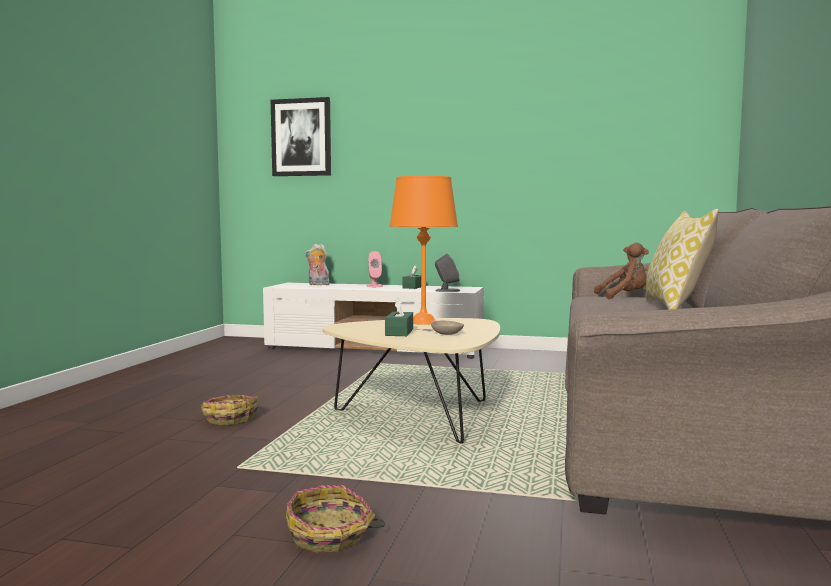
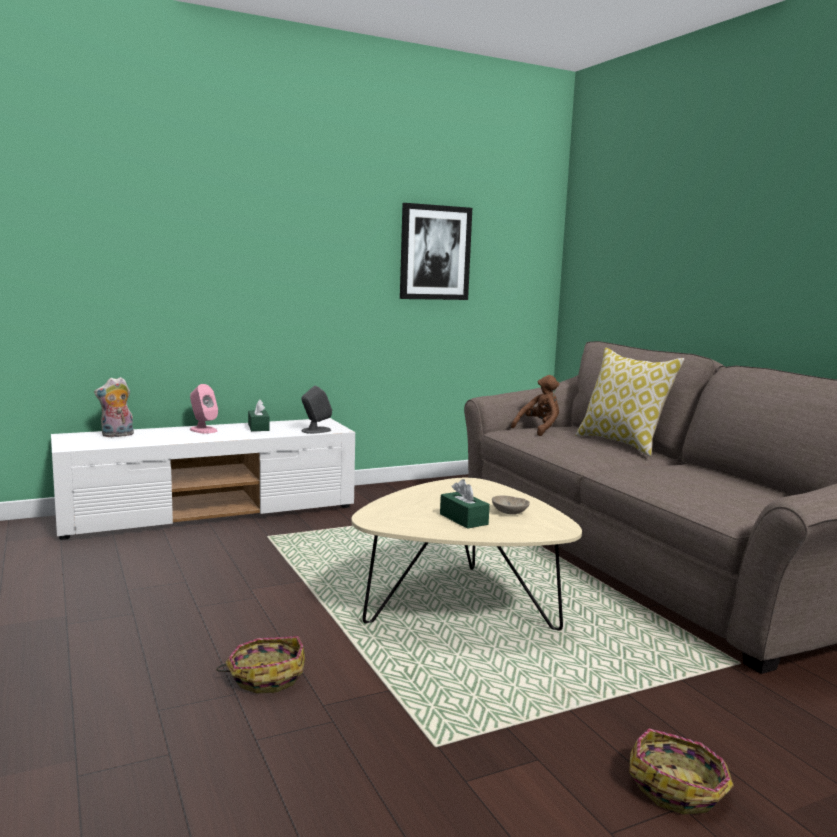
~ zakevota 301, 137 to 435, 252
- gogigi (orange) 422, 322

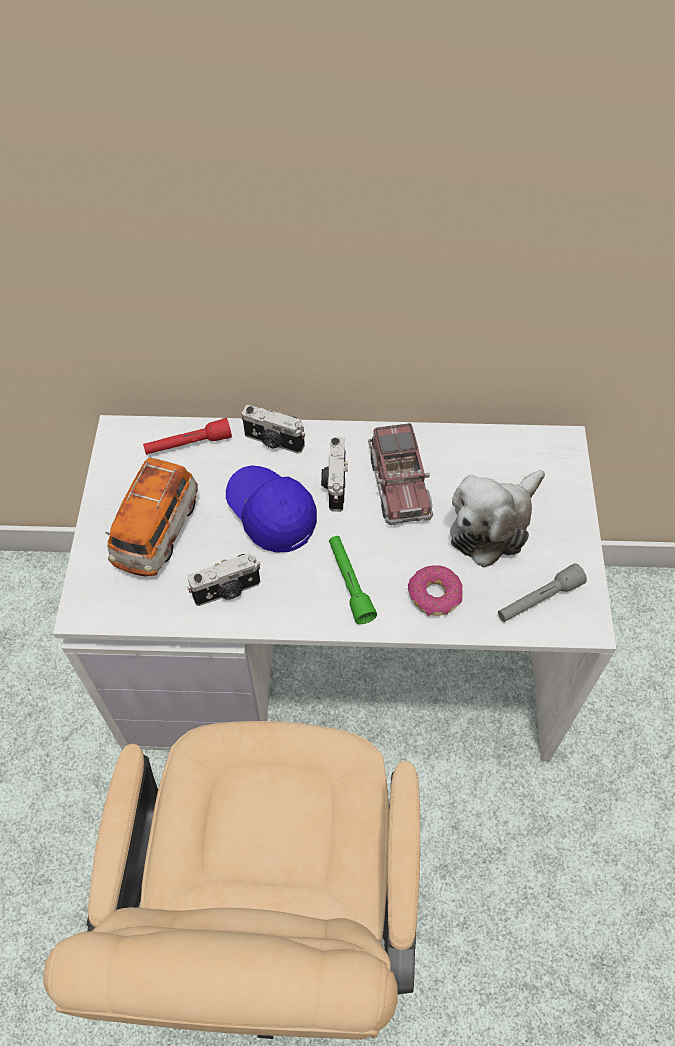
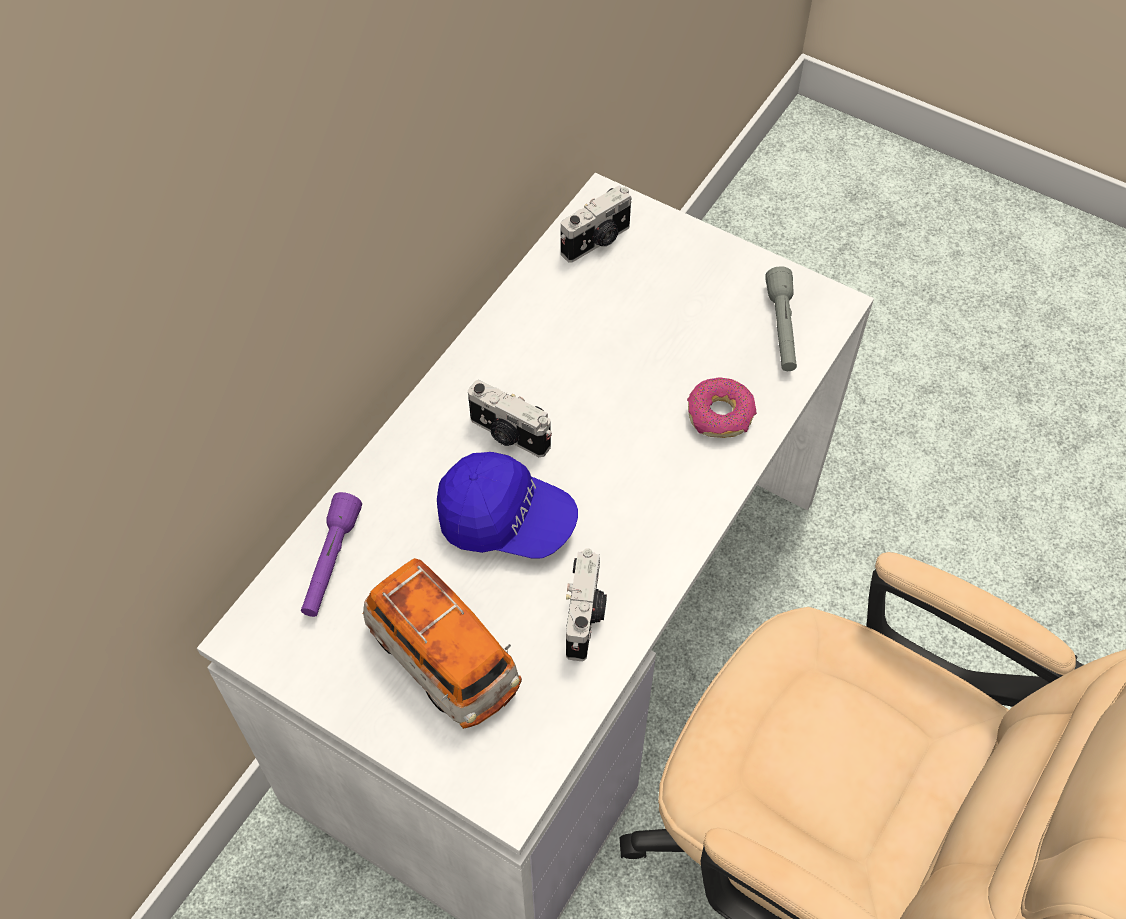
~ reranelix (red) 188, 444 to reranelix (purple) 331, 562
~ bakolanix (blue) 271, 515 = 506, 520 150 degrees counterclockwise
~ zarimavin 273, 442 to 597, 241
- reranelix (green) 349, 583
- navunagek 399, 484
- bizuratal 493, 524

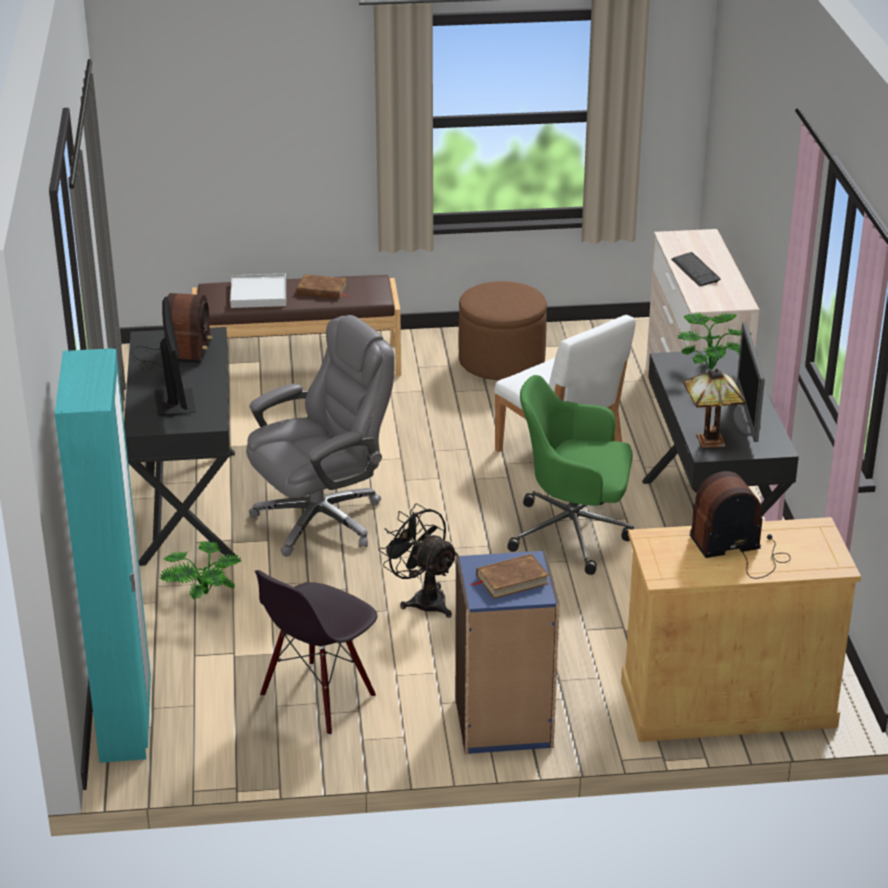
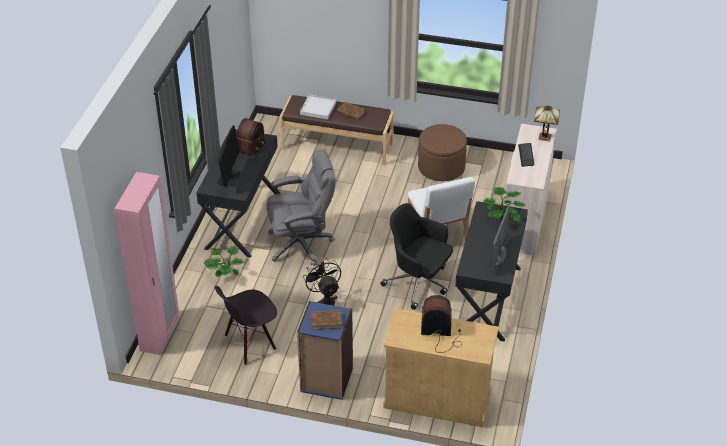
~ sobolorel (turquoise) 126, 723 to sobolorel (pink) 160, 334
~ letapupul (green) 573, 534 to letapupul (black) 418, 283
~ gogigi 709, 441 to 543, 137

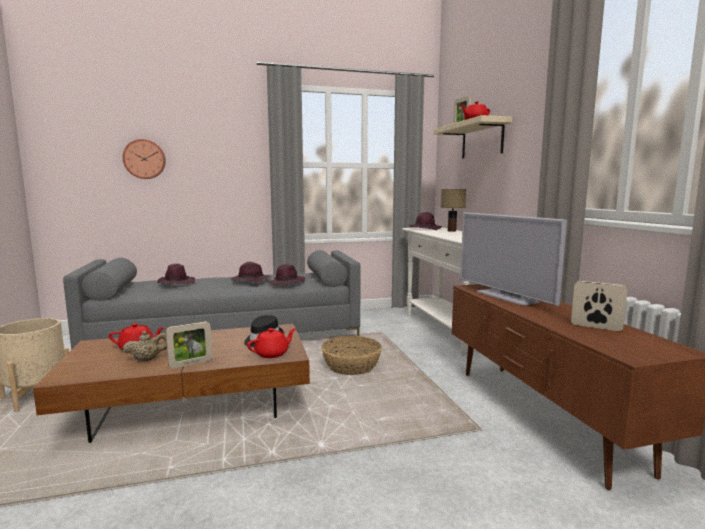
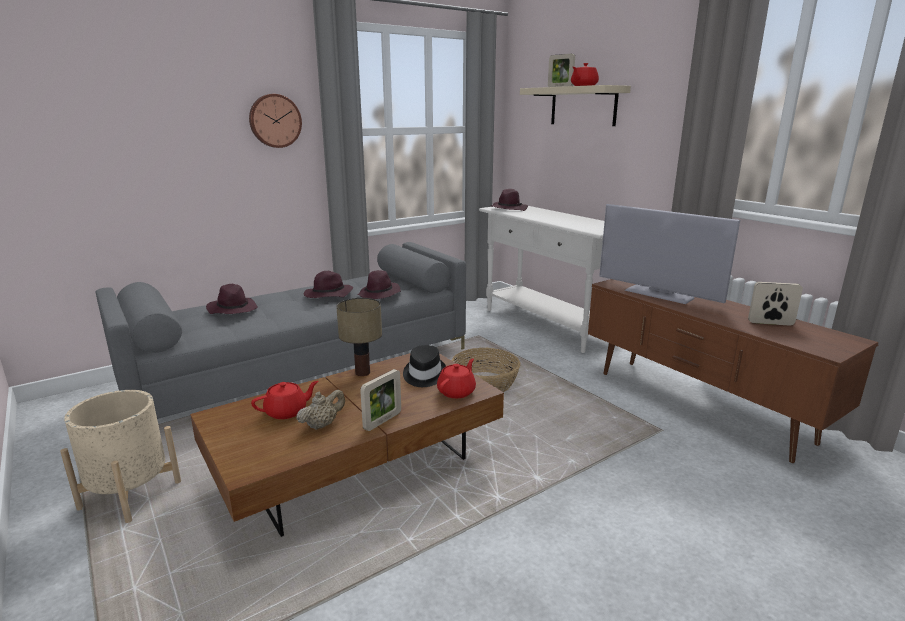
~ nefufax 144, 159 to 275, 121
~ gogigi 452, 231 to 363, 372

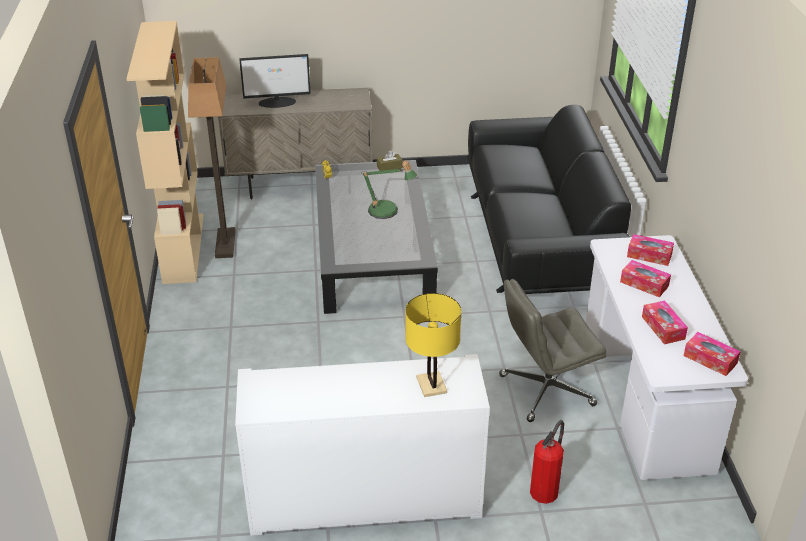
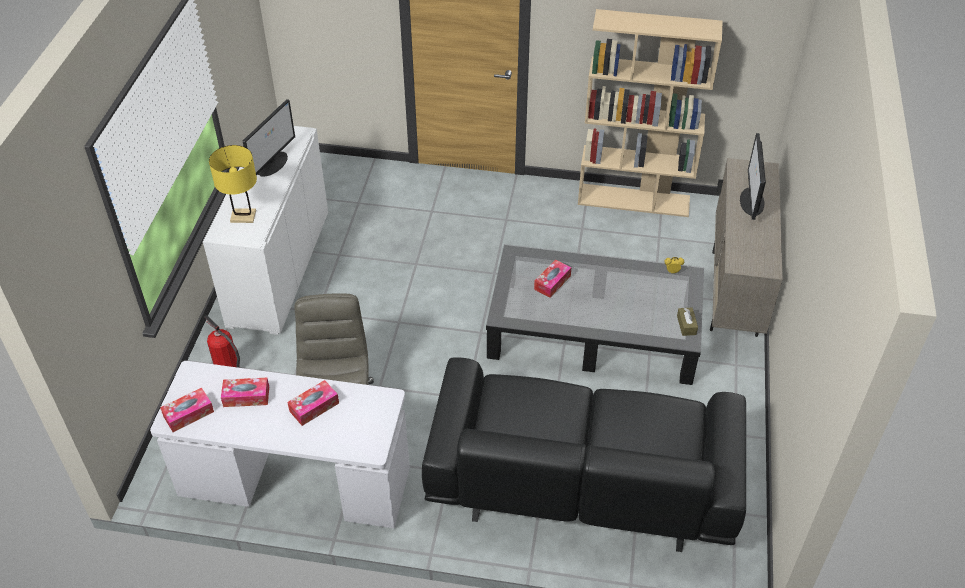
- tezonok 225, 244
- gogigi 387, 212
~ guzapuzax 649, 255 to 552, 282
+ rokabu 272, 163

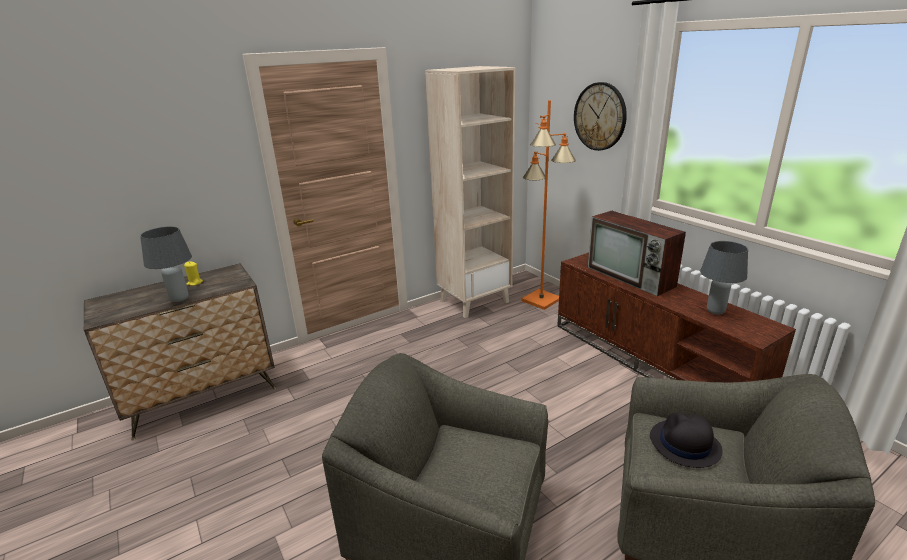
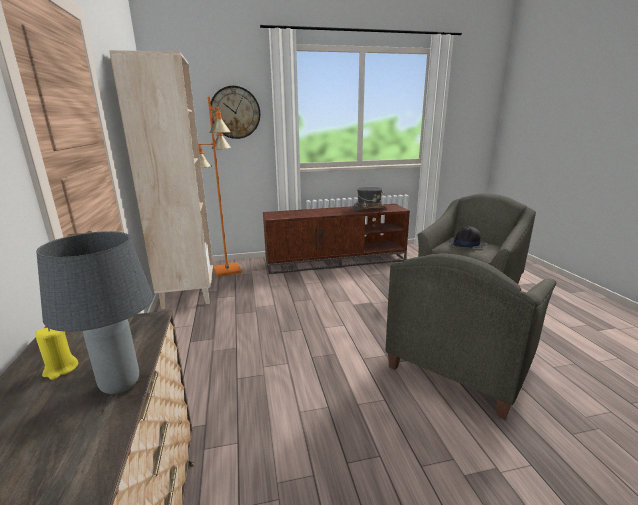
- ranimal 631, 277
~ gogigi (grey) 715, 311 to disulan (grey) 369, 208

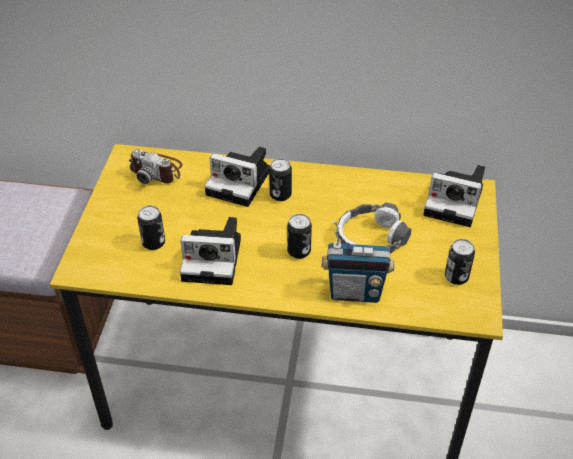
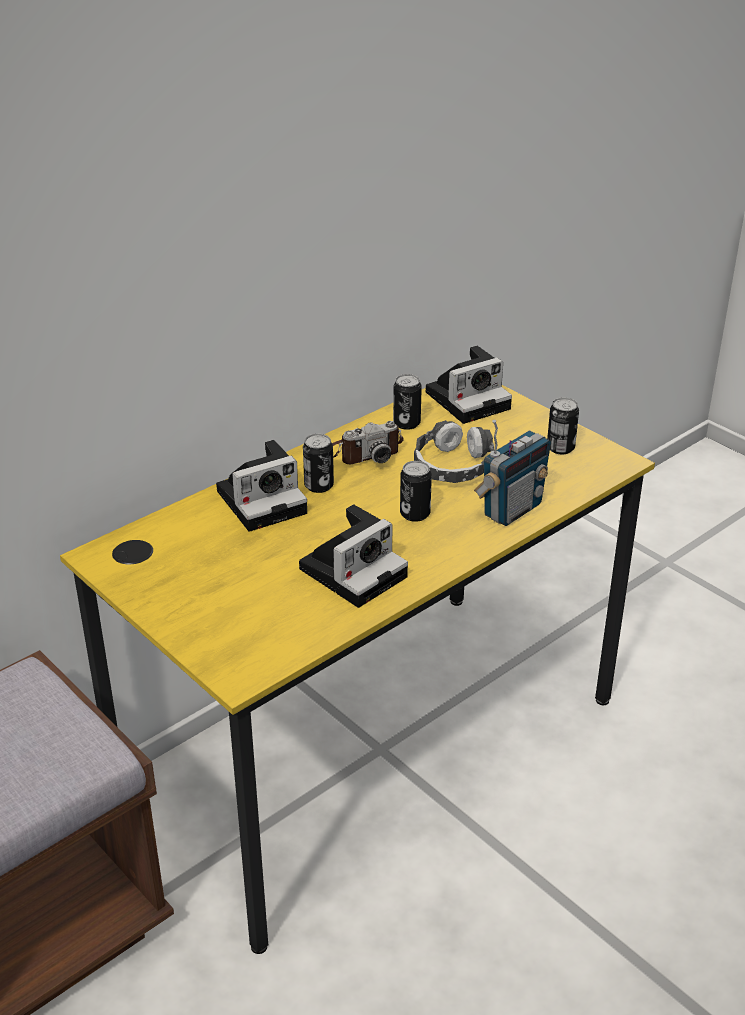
~ zarimavin 157, 170 to 363, 452
~ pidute 153, 243 to 406, 423

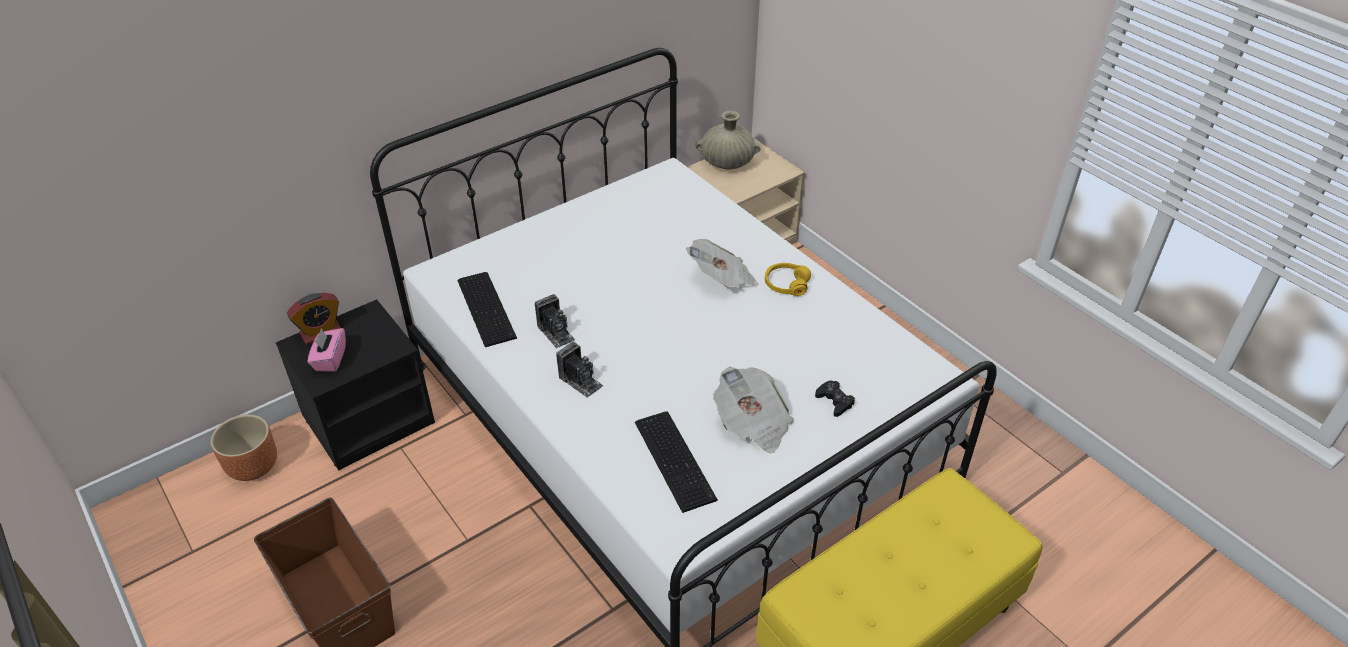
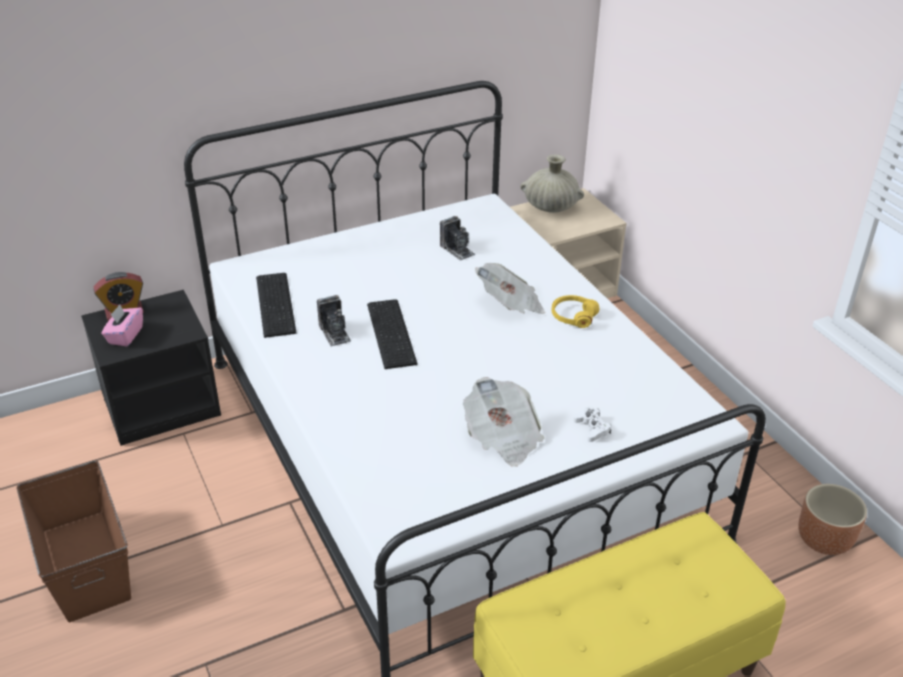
~ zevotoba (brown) 253, 466 to 823, 539
~ zarimavin 580, 381 to 457, 250
~ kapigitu 676, 458 to 393, 332
~ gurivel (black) 834, 401 to gurivel (white) 592, 428

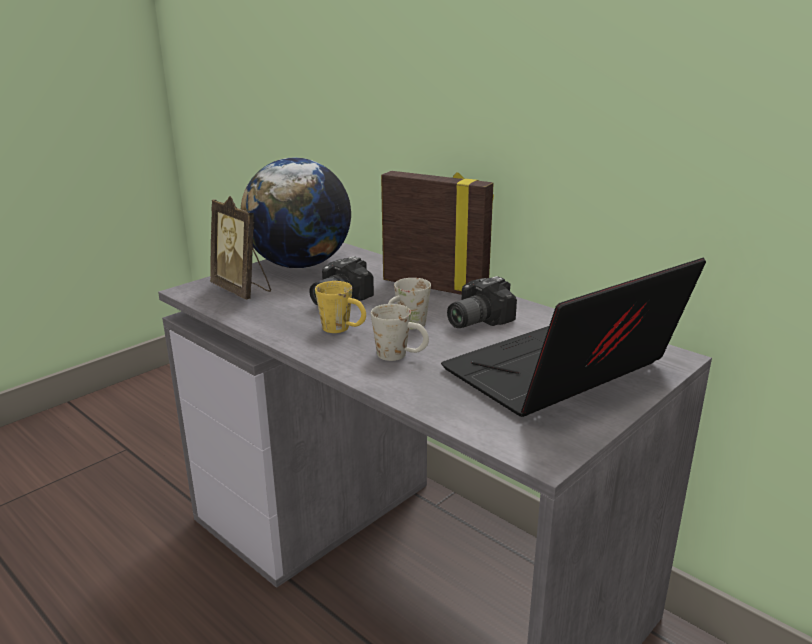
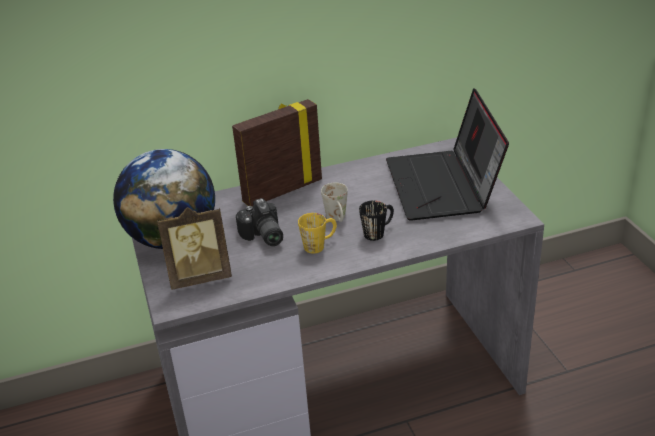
~ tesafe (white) 400, 356 to tesafe (black) 378, 232
- zarimavin 474, 320

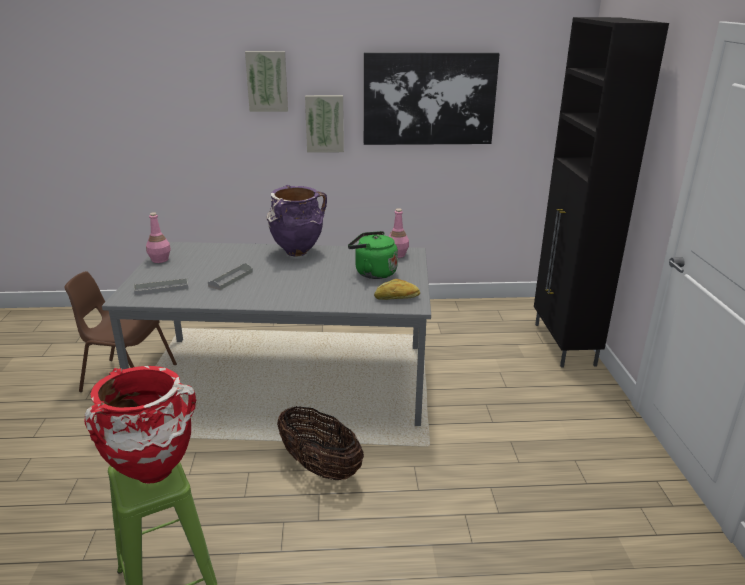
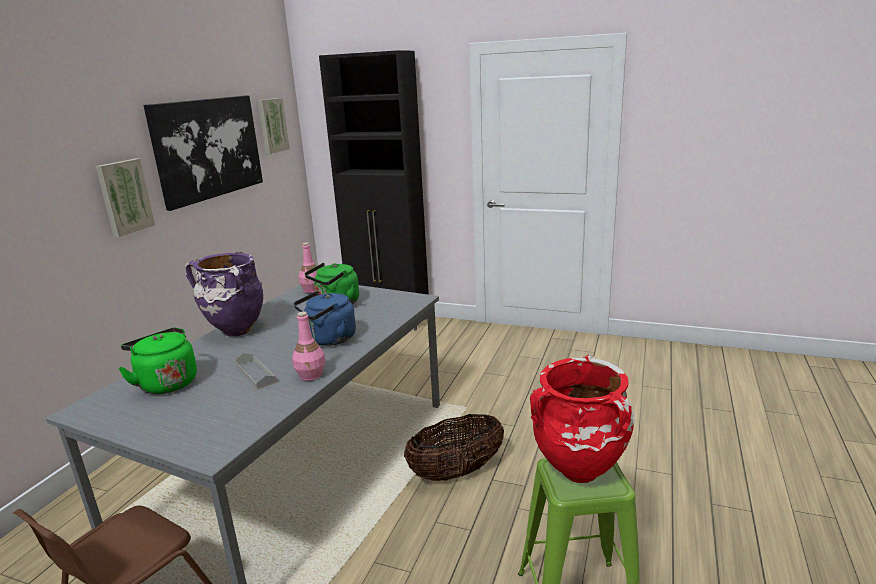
- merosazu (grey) 161, 288
~ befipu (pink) 160, 260 to 311, 375
~ zakevota 267, 81 to 272, 125
- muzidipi 397, 298
+ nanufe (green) 166, 383
+ nanufe (blue) 329, 339

